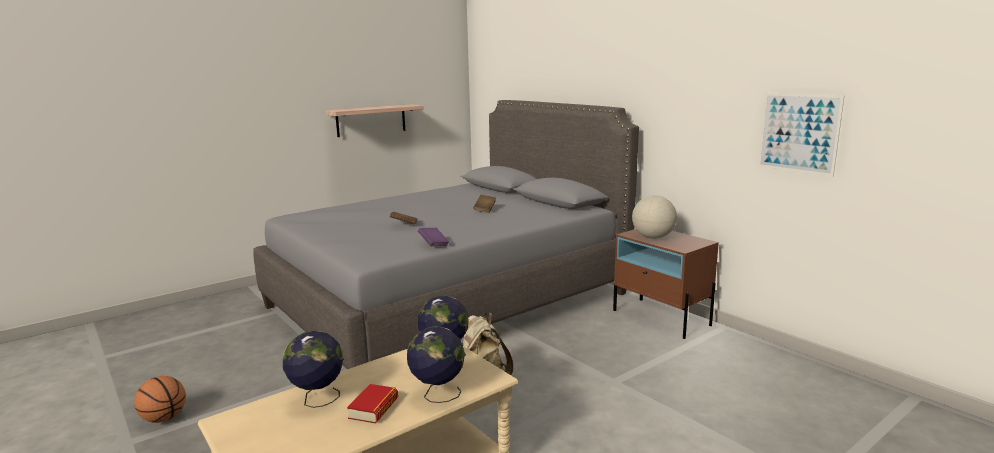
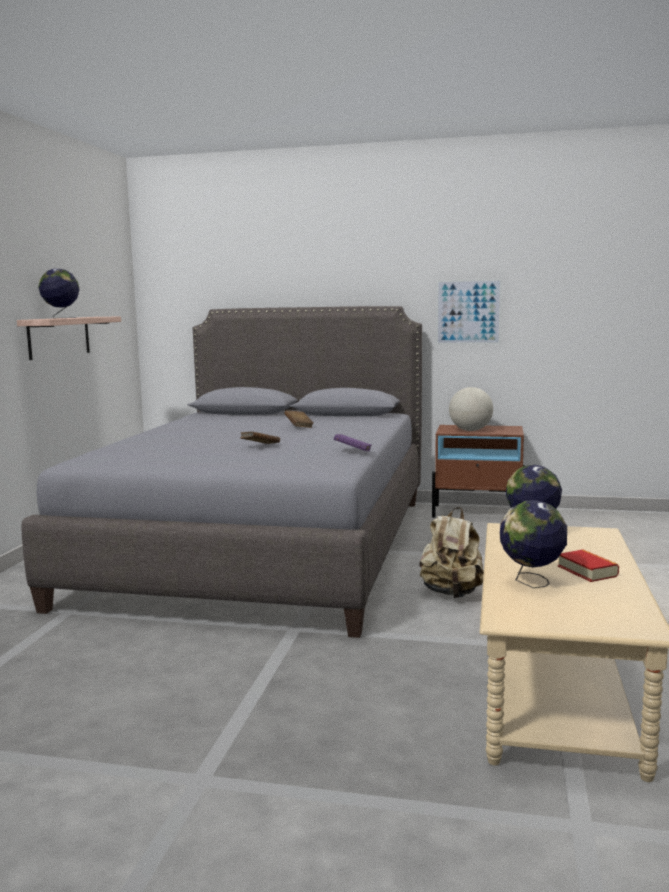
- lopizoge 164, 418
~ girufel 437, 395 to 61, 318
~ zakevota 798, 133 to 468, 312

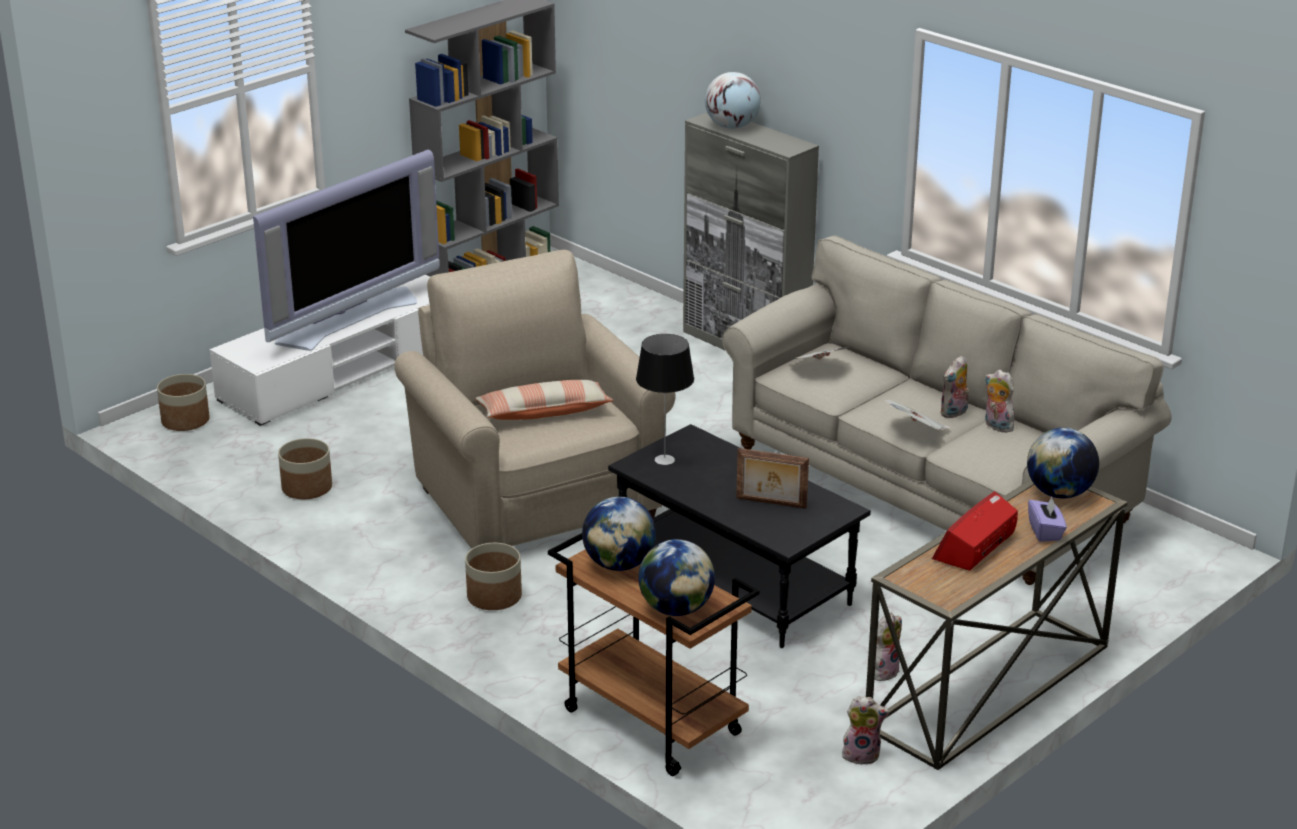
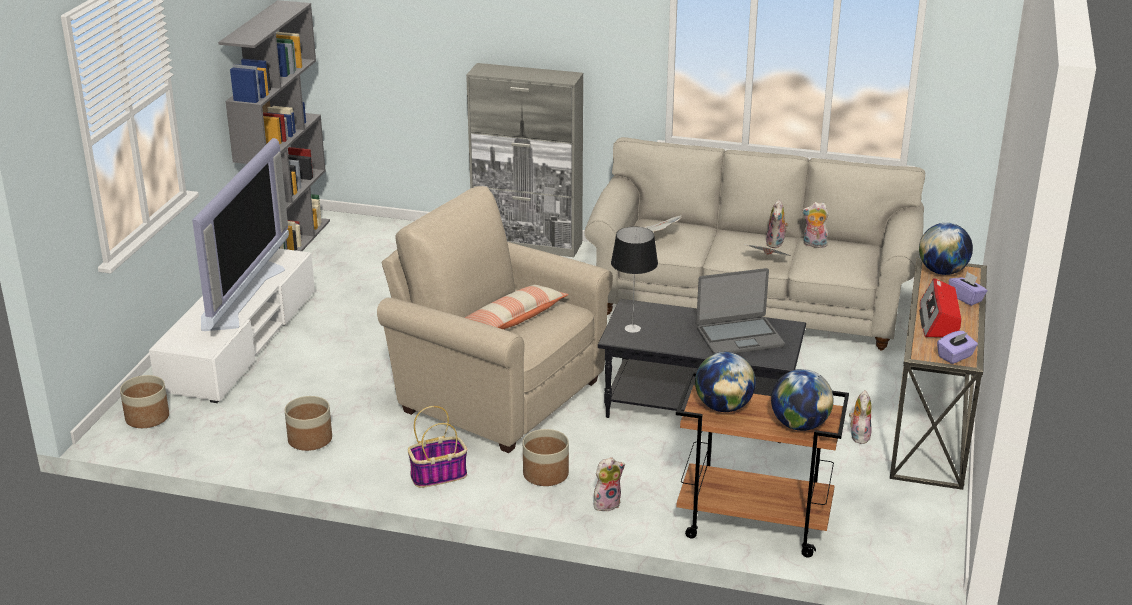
- girufel 732, 126
~ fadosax 771, 503 to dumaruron 739, 337
~ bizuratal 862, 754 to 607, 503
+ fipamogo 439, 475
+ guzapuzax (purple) 955, 356

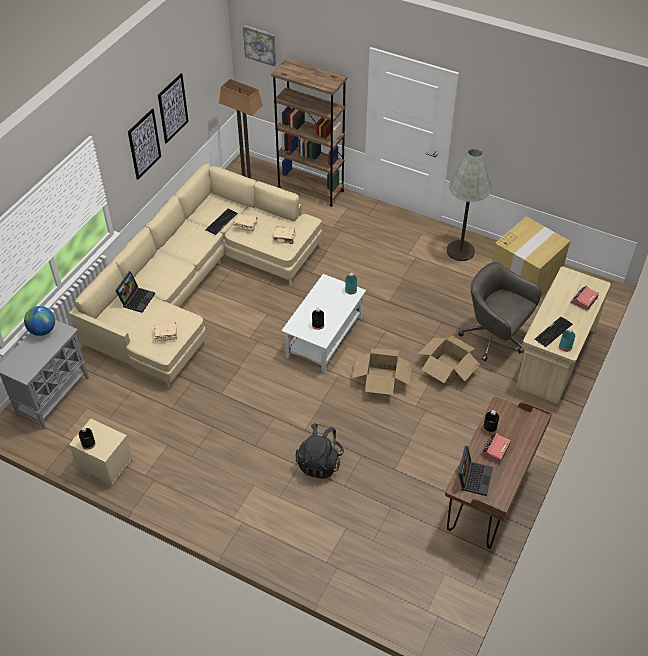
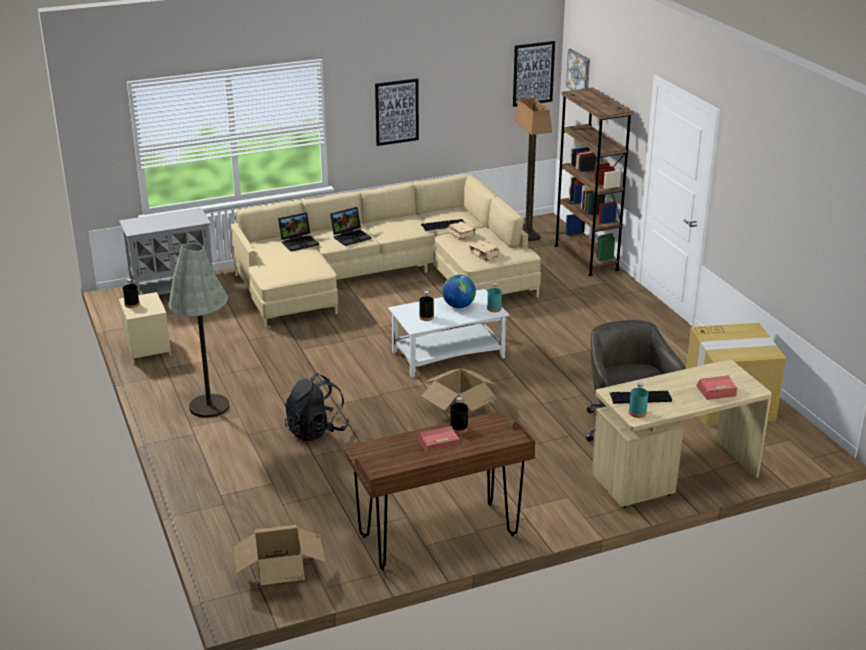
~ girufel 42, 330 to 458, 306
- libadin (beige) 165, 335
~ zakevota 172, 108 to 533, 73
~ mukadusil 447, 367 to 280, 571
~ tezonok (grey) 460, 251 to 209, 406
~ dumaruron 473, 477 to 351, 236

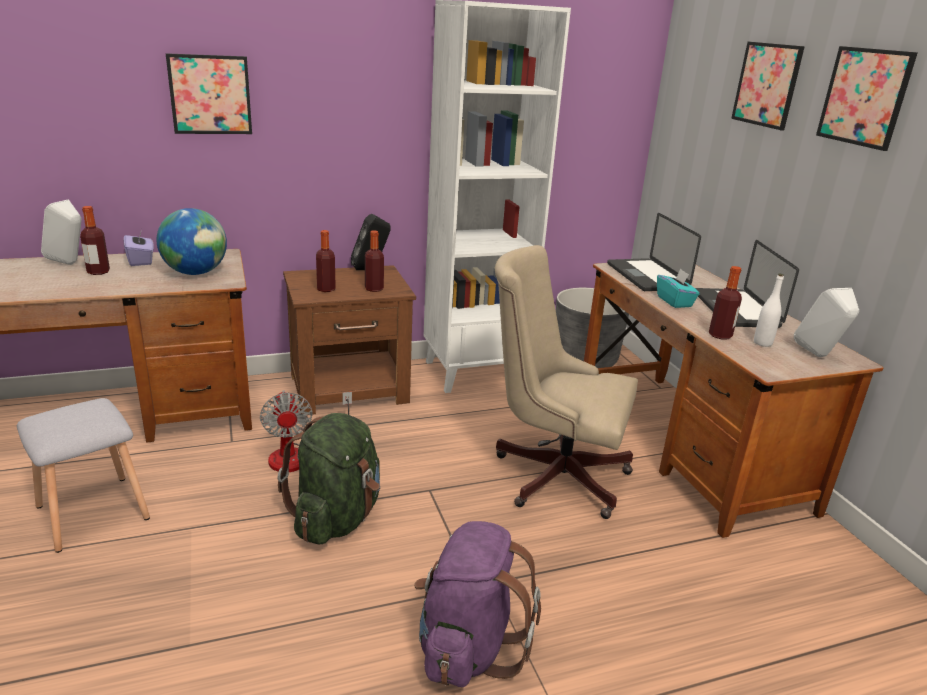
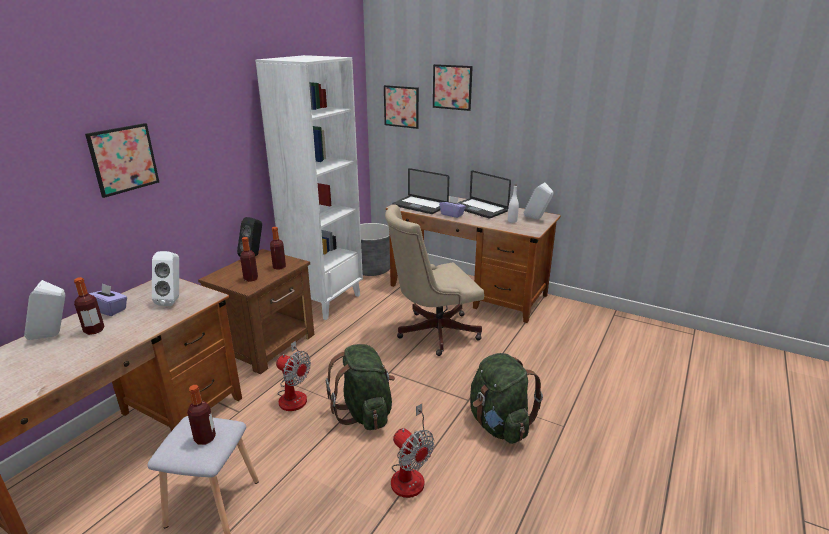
~ girufel 195, 273 to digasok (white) 173, 300
~ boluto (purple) 468, 646 to boluto (green) 499, 424
~ guzapuzax (turquoise) 674, 301 to guzapuzax (purple) 452, 214
~ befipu 720, 335 to 205, 438
~ zakevota 864, 97 to 401, 106
+ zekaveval 410, 473

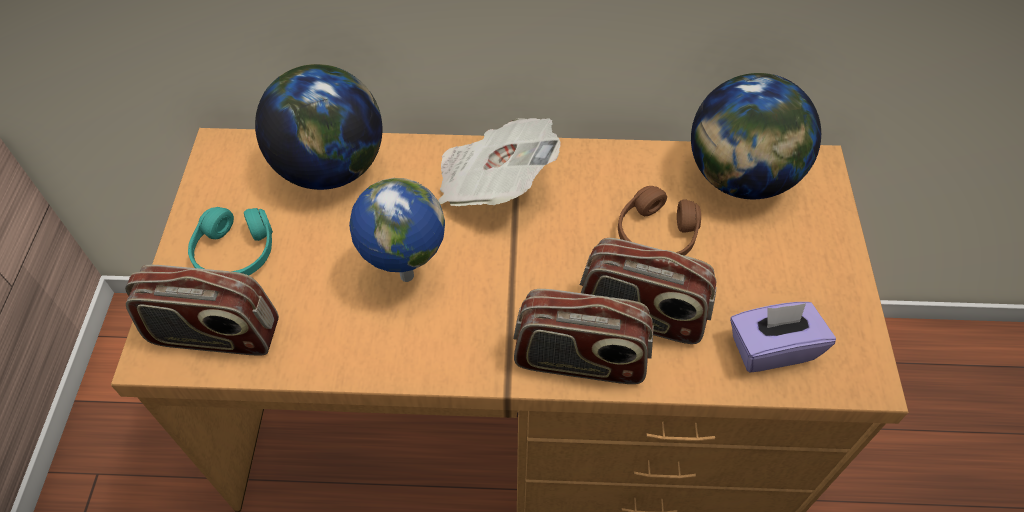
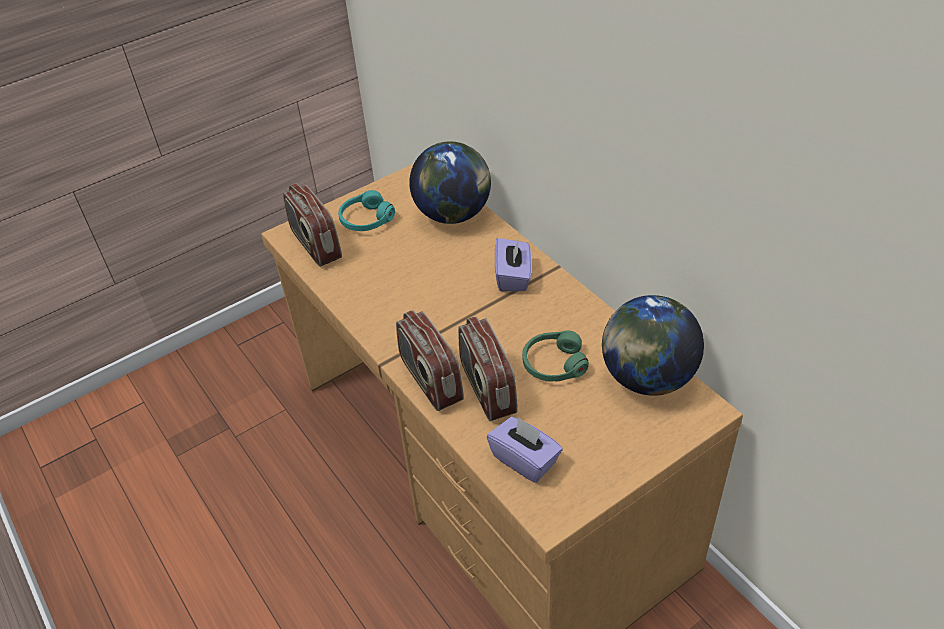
- girufel 405, 276
~ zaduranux 493, 183 to guzapuzax (purple) 513, 277
~ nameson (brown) 656, 235 to nameson (green) 553, 364

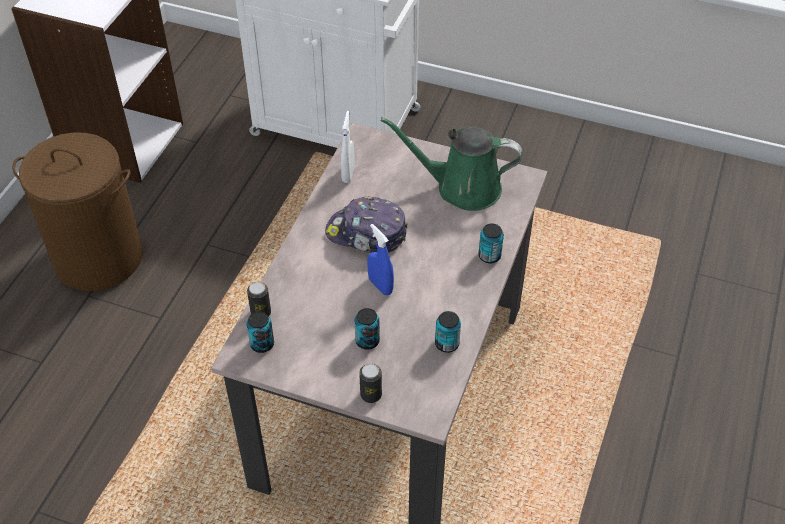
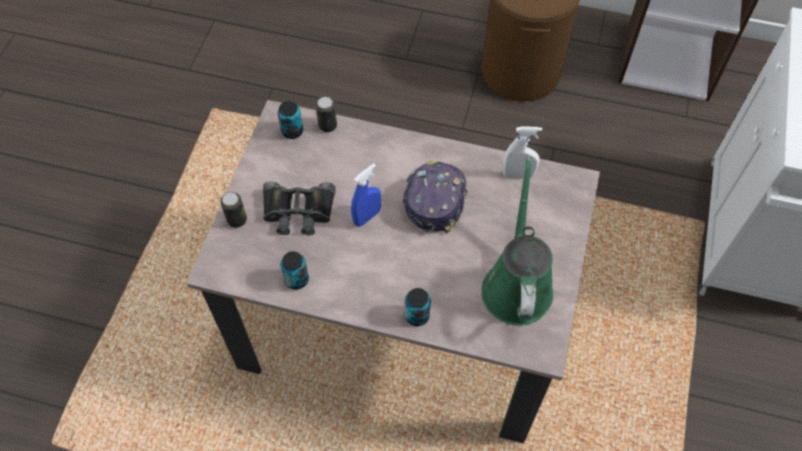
~ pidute 367, 341 to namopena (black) 298, 211

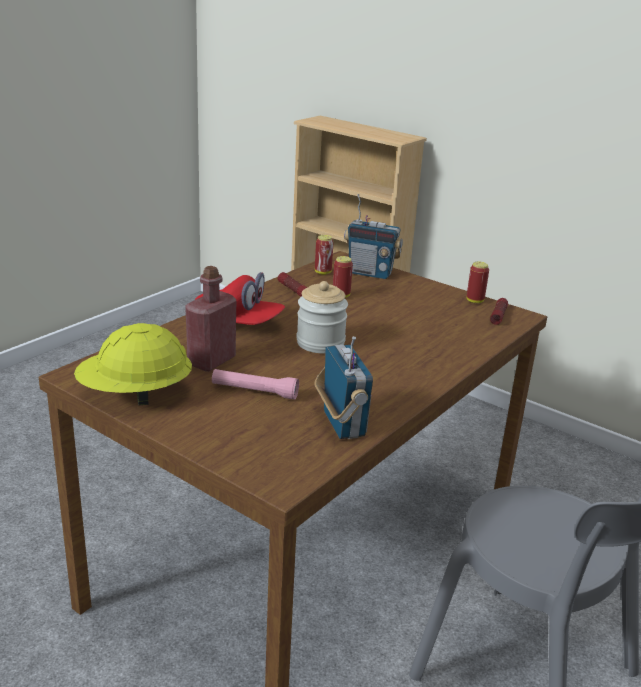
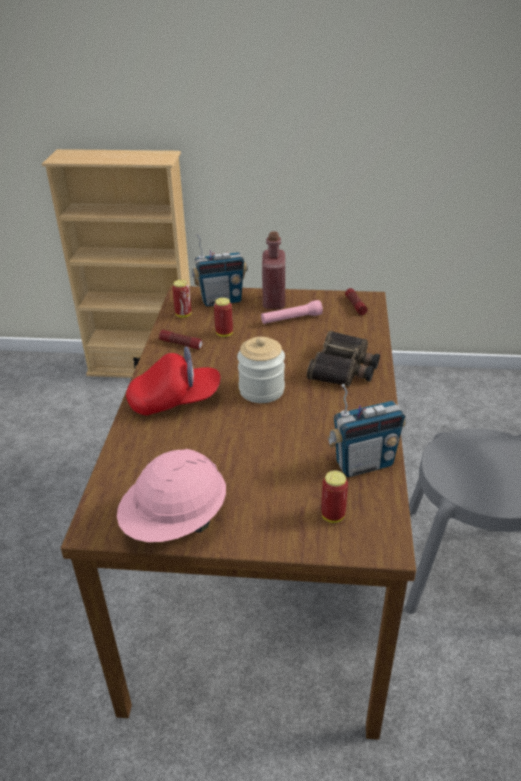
~ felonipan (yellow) 135, 395 to felonipan (pink) 176, 521
~ befipu (red) 211, 361 to 274, 301
~ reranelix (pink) 254, 391 to 291, 319
~ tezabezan 342, 424 = 363, 464 120 degrees clockwise
~ pidute 475, 301 to 333, 515
+ namopena 344, 368

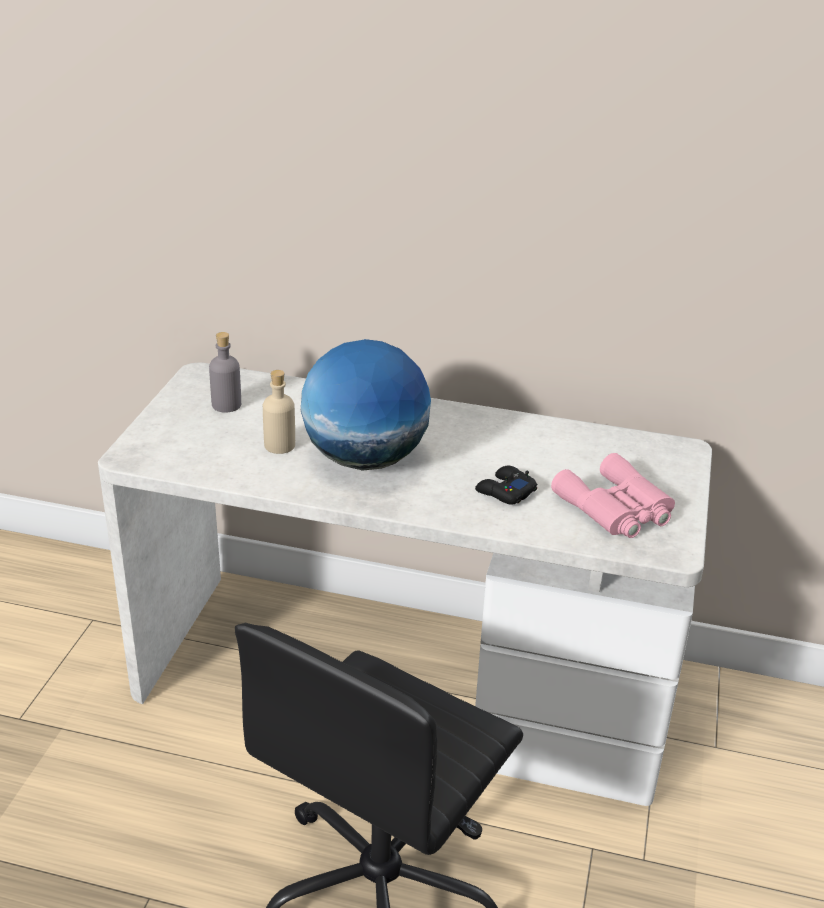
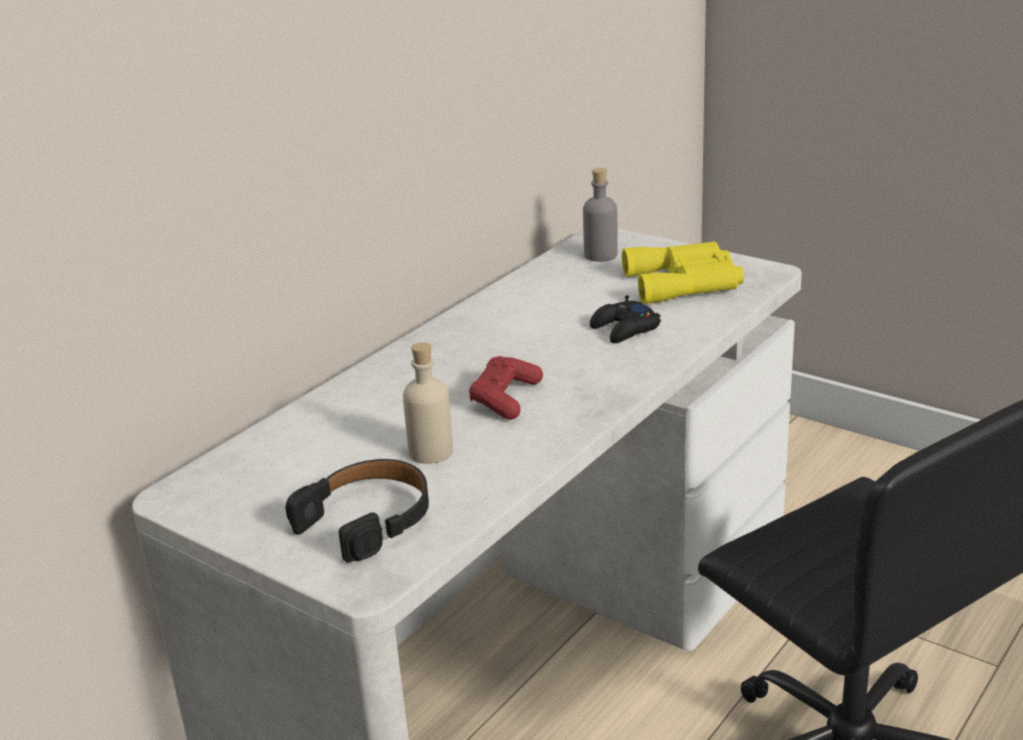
~ befipu (grey) 226, 405 to 601, 255
~ girufel 365, 459 to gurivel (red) 505, 398
~ namopena (pink) 616, 509 to namopena (yellow) 686, 283
+ nameson (black) 367, 520

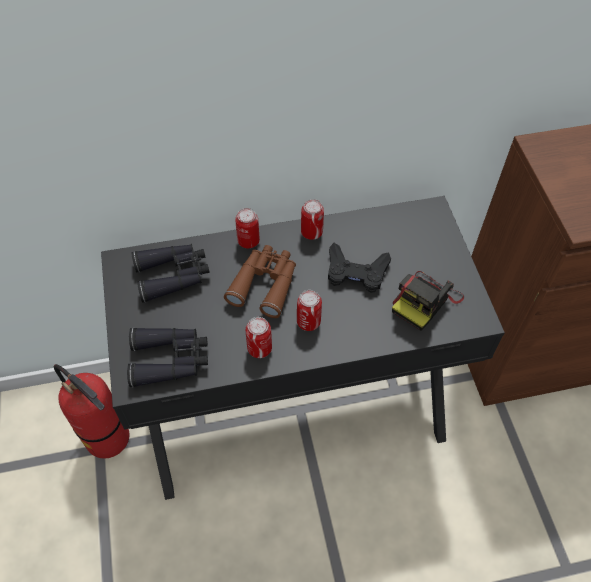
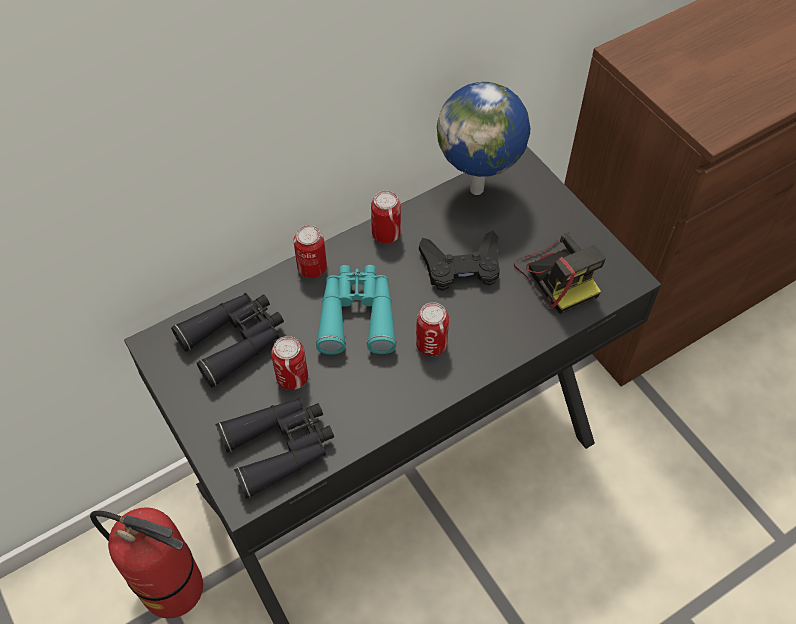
~ namopena (brown) 265, 284 to namopena (turquoise) 357, 315
~ pidute 259, 348 to 292, 377
~ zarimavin 425, 301 = 557, 275 45 degrees counterclockwise
+ girufel 478, 189

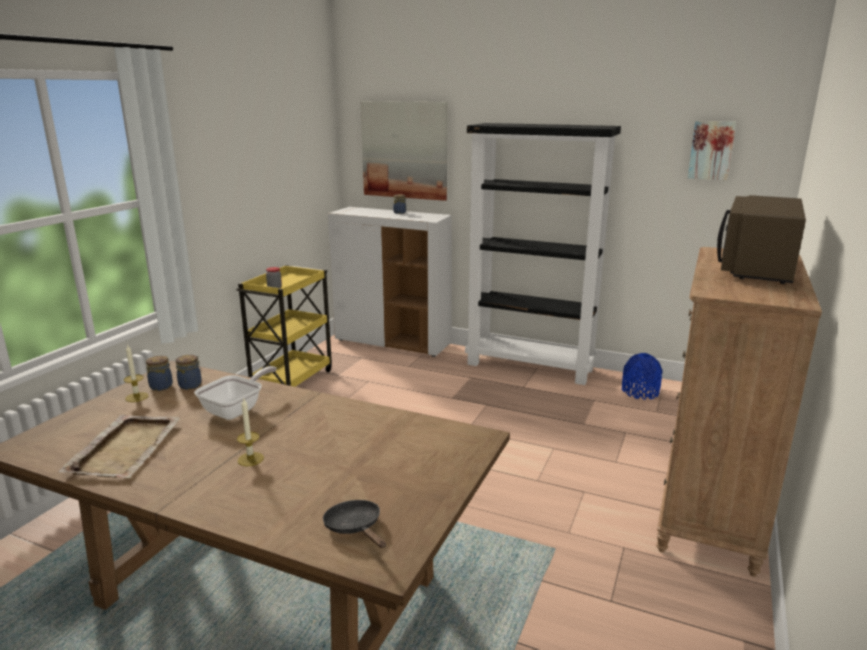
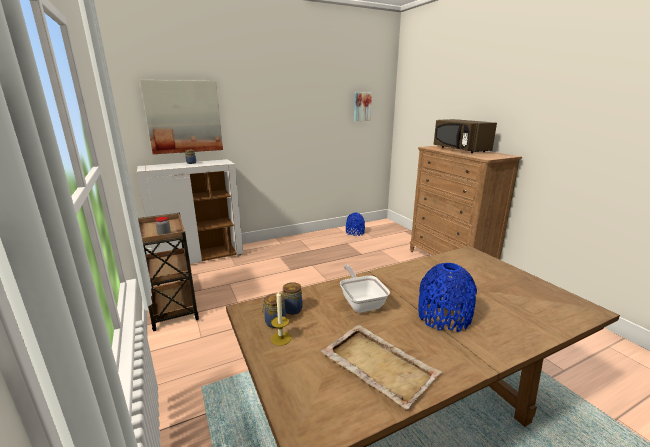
~ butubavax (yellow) 292, 379 to butubavax (brown) 174, 307
~ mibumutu 250, 459 to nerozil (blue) 443, 316
- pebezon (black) 355, 528
- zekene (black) 531, 366

